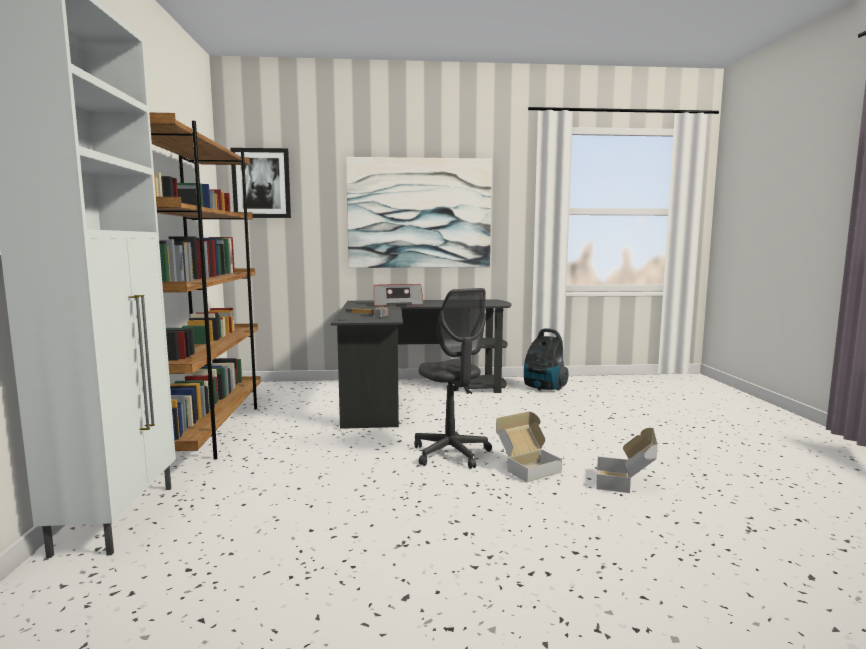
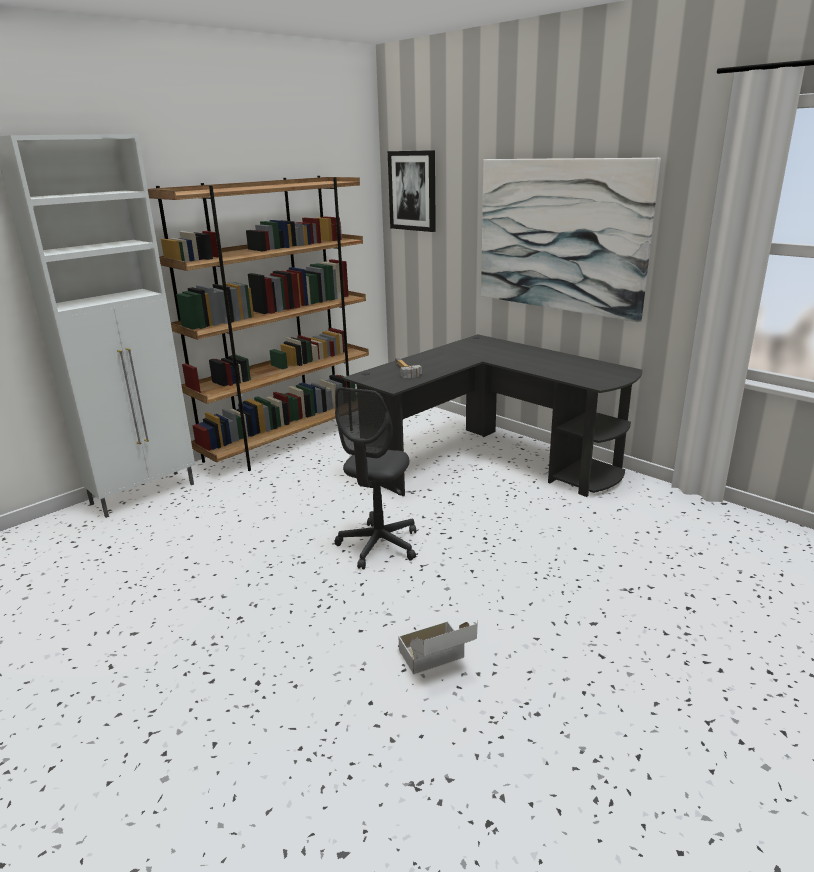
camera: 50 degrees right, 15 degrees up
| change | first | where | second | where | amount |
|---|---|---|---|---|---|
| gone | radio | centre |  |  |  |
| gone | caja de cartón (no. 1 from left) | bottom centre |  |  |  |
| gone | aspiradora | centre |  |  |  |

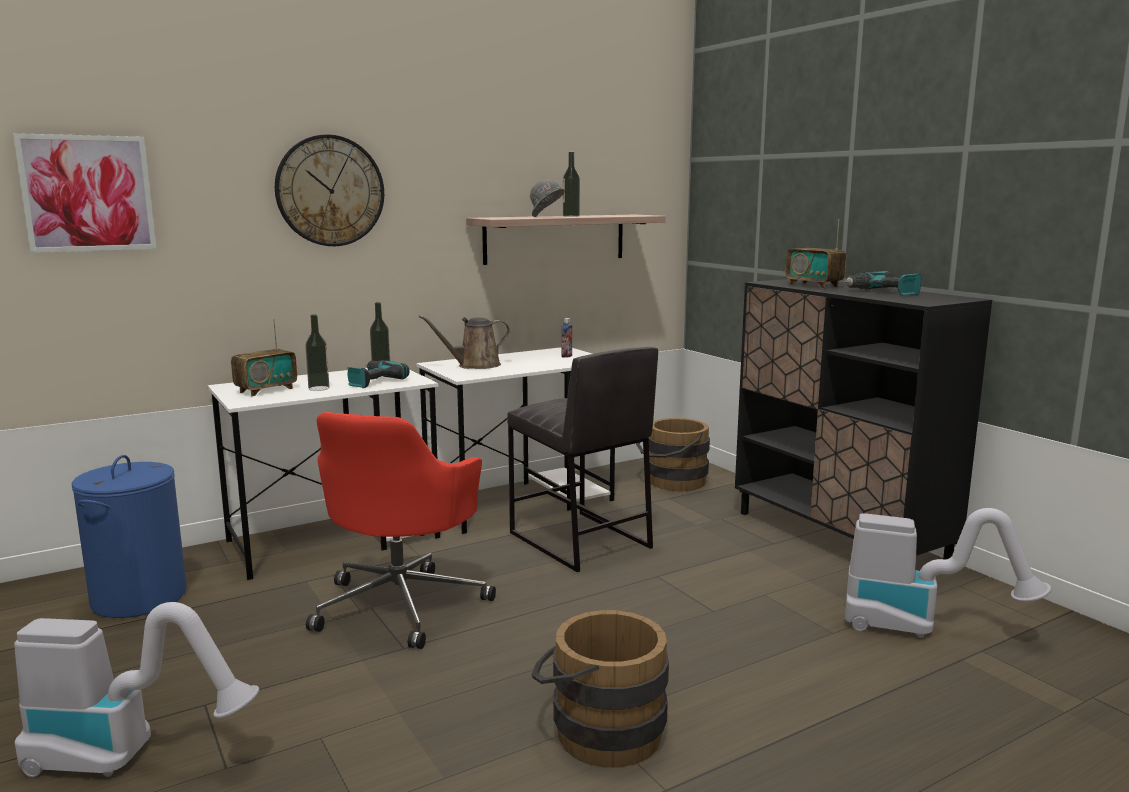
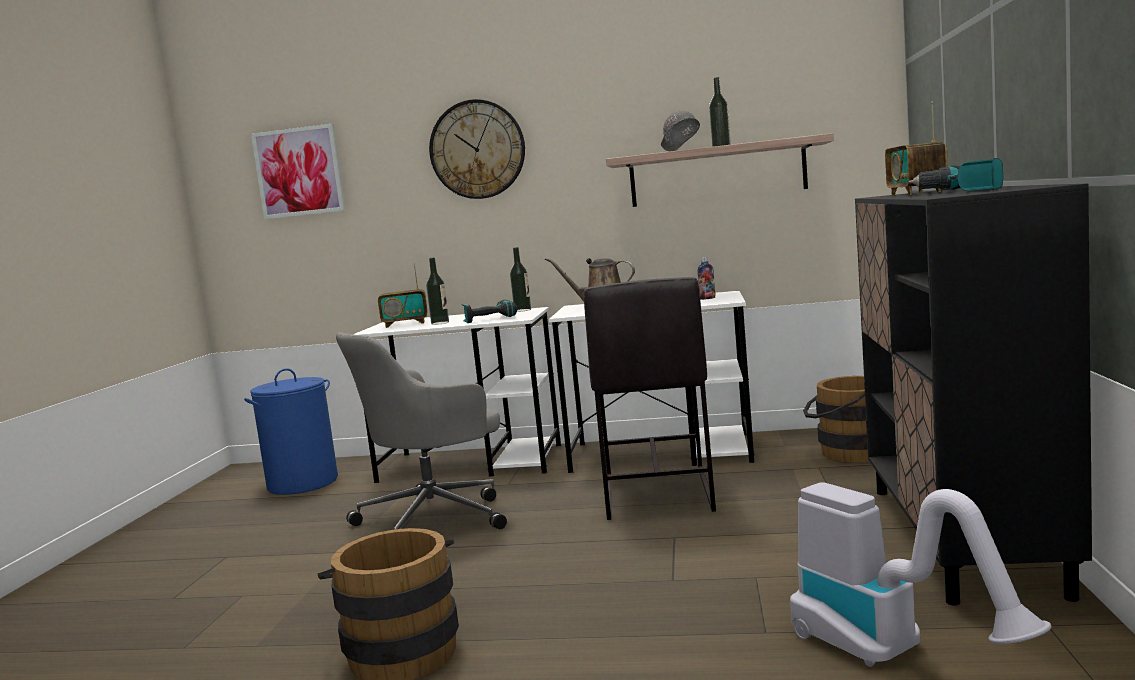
camera: 40 degrees right, 5 degrees down
| change | first | where | second | where | amount |
|---|---|---|---|---|---|
| gone | aspiradora (no. 1 from left) | bottom left |  |  |  |
| repainted | silla de oficina/rojo | bottom centre | silla de oficina/gris | centre |  |

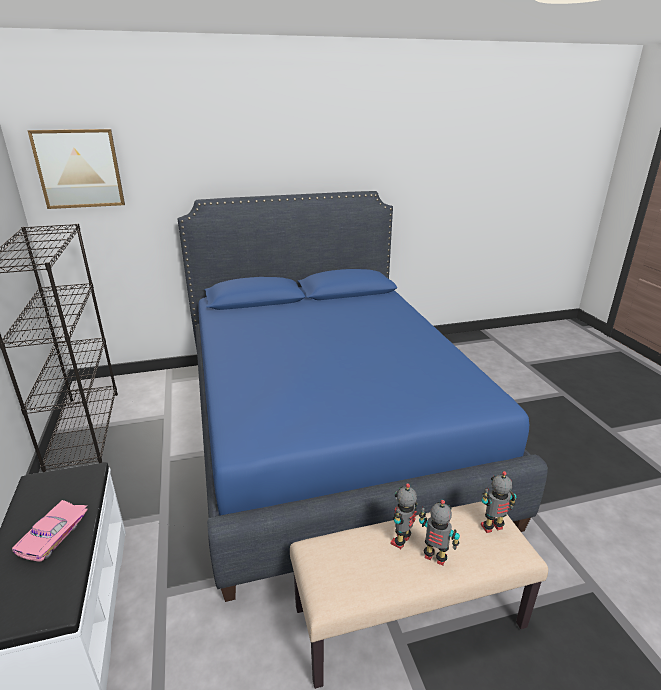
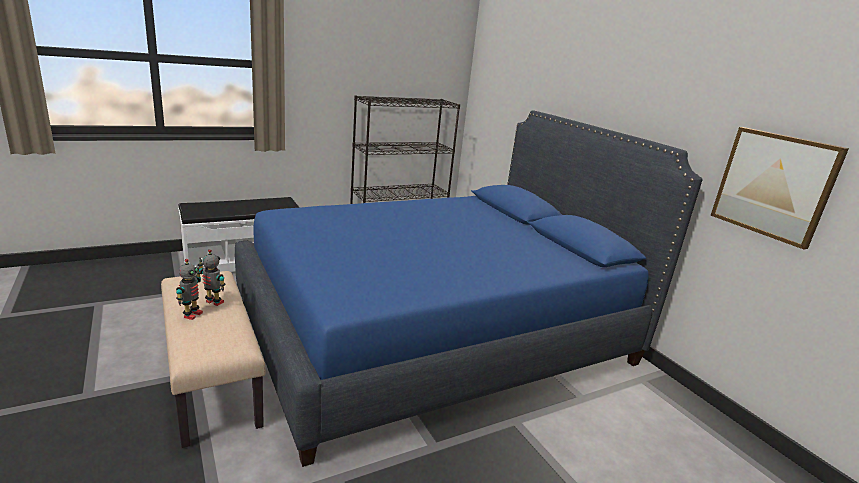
camera: 75 degrees right, 5 degrees down
| change | first | where | second | where | amount |
|---|---|---|---|---|---|
| gone | coche de juguete/rosa | bottom left |  |  |  |
| shifted | cuadro | top left |  | middle right |  |
| gone | robot de juguete (no. 3 from left) | bottom right |  |  |  |

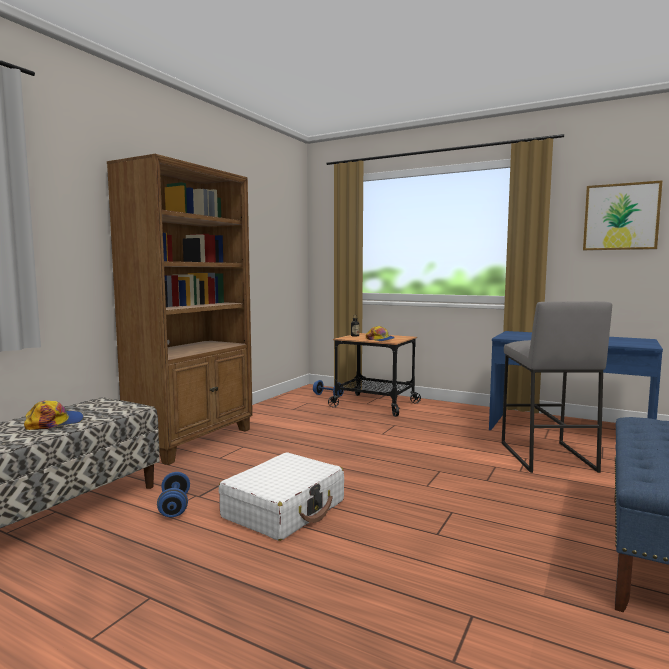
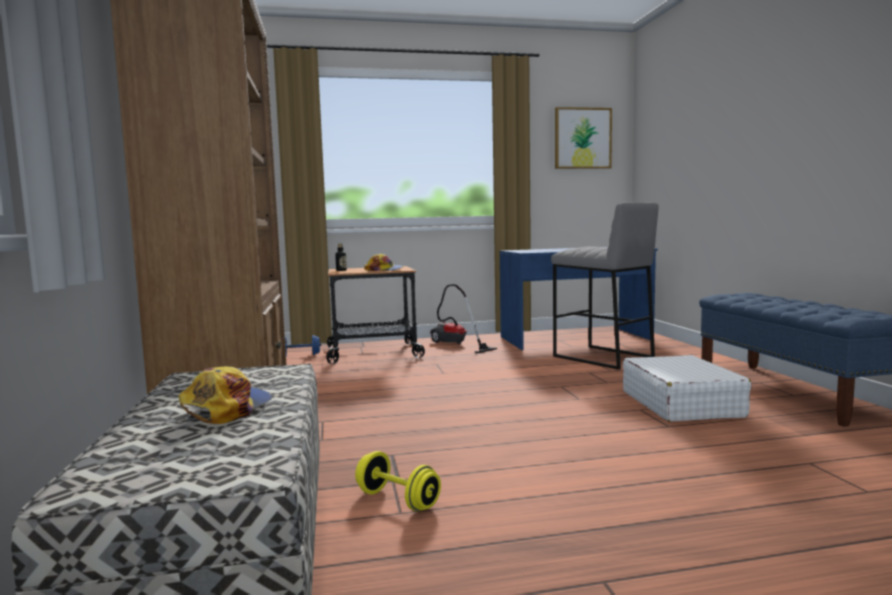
camera: 40 degrees left, 0 degrees up
| change | first | where | second | where | amount |
|---|---|---|---|---|---|
| repainted | mancuerna/azul (no. 1 from left) | bottom left | mancuerna/amarillo | bottom centre |  |
| shifted | maleta/blanco | bottom centre |  | middle right |  |
| new |  |  | aspiradora | centre |  |

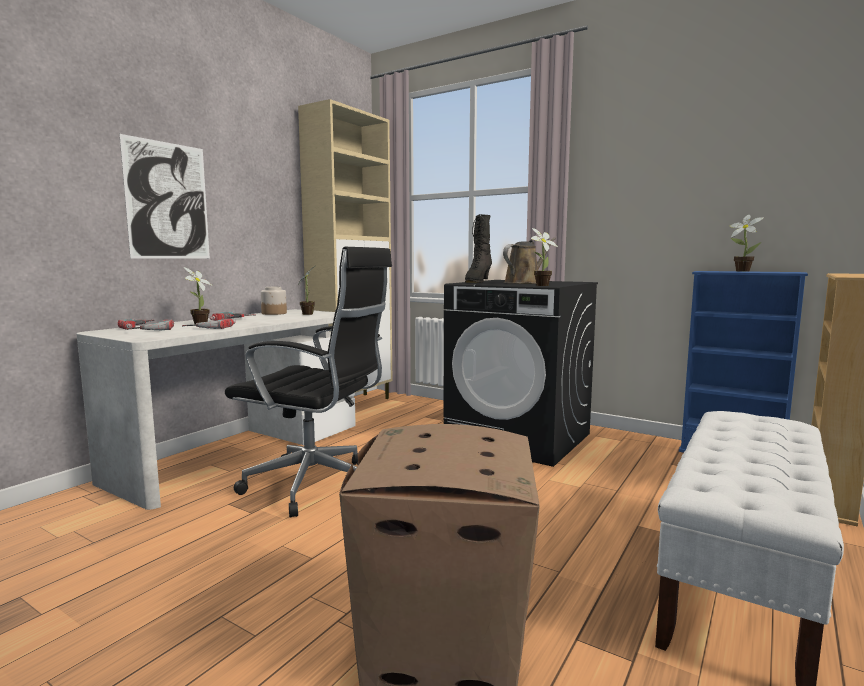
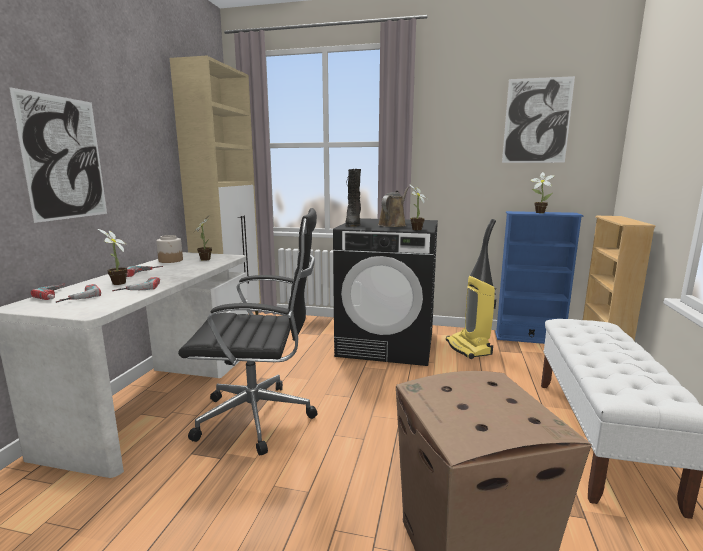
camera: 20 degrees left, 5 degrees up
| change | first | where | second | where | amount |
|---|---|---|---|---|---|
| new |  |  | aspiradora | middle right |  |
| new |  |  | cuadro (no. 2 from left) | top right |  |

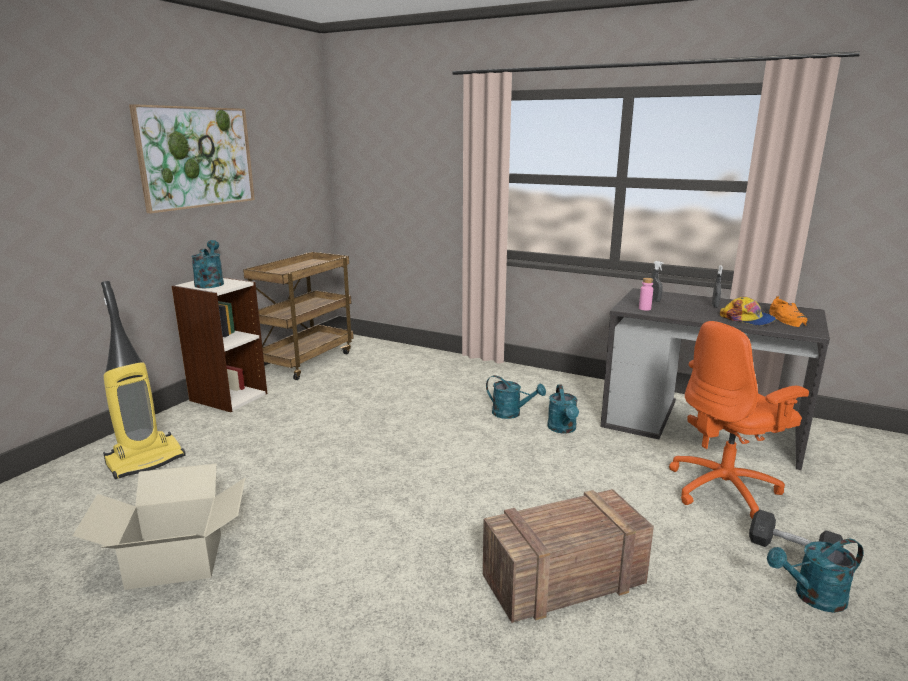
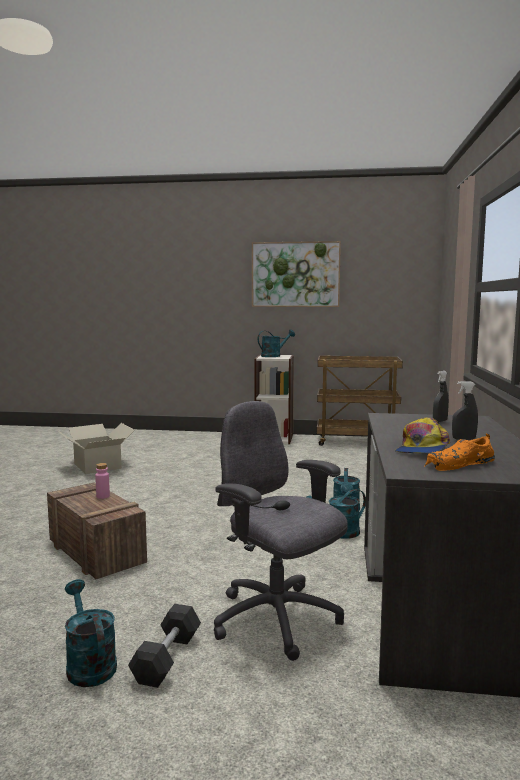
camera: 70 degrees right, 10 degrees down
| change | first | where | second | where | amount |
|---|---|---|---|---|---|
| gone | aspiradora | middle left |  |  |  |
| shifted | botella/rosa | middle right |  | middle left |  |
| repainted | silla de oficina/naranja | middle right | silla de oficina/gris | bottom centre |  |

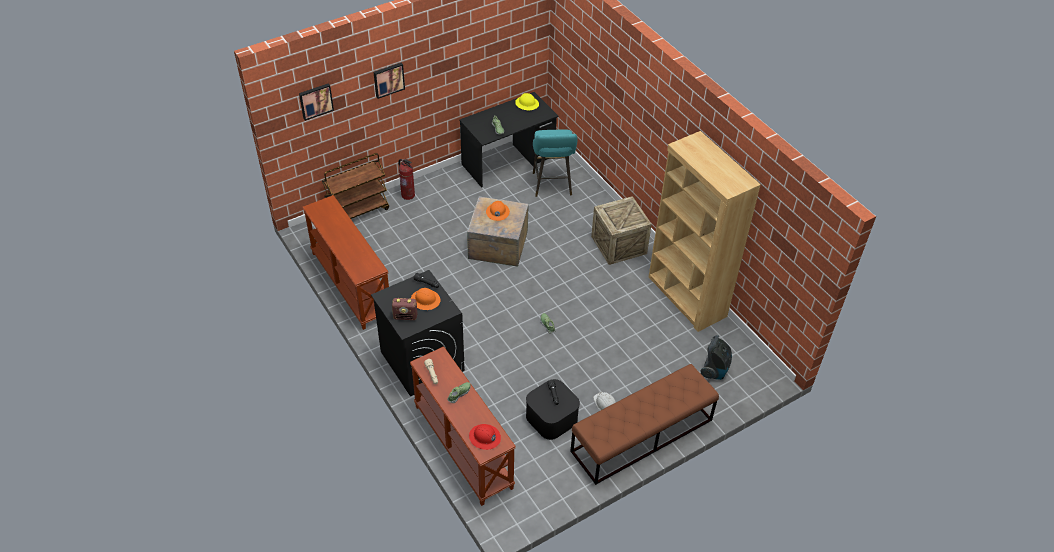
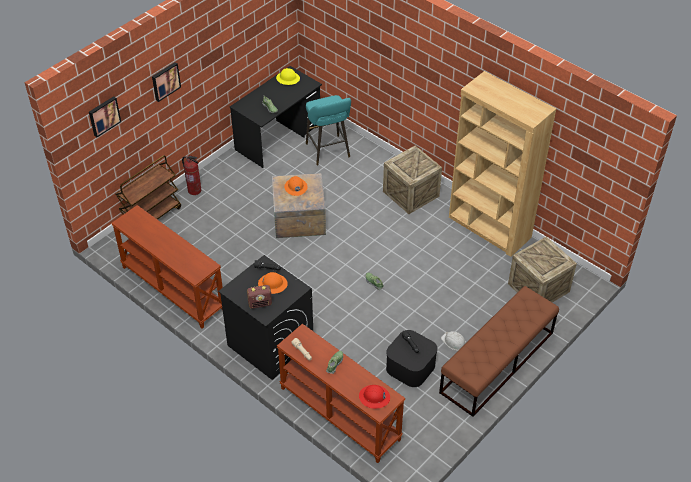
camera: 15 degrees left, 0 degrees up
| change | first | where | second | where | amount |
|---|---|---|---|---|---|
| swapped | aspiradora | middle right | caja de embalaje (no. 3 from left) | middle right |  |

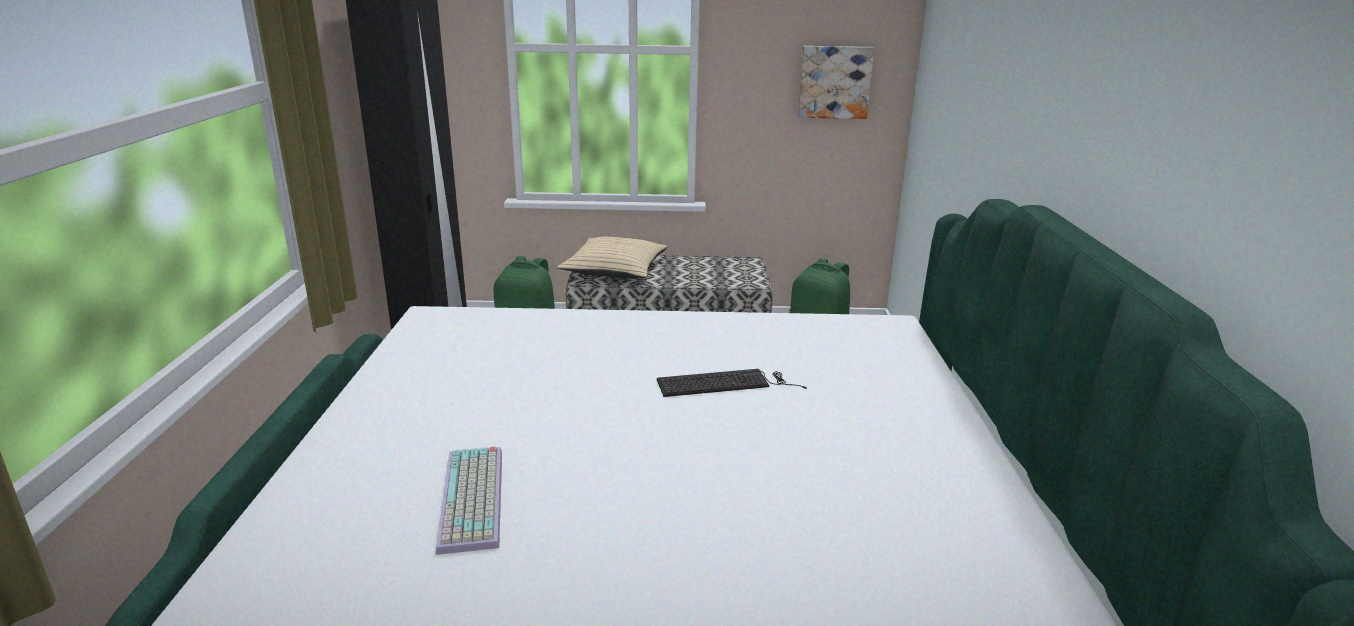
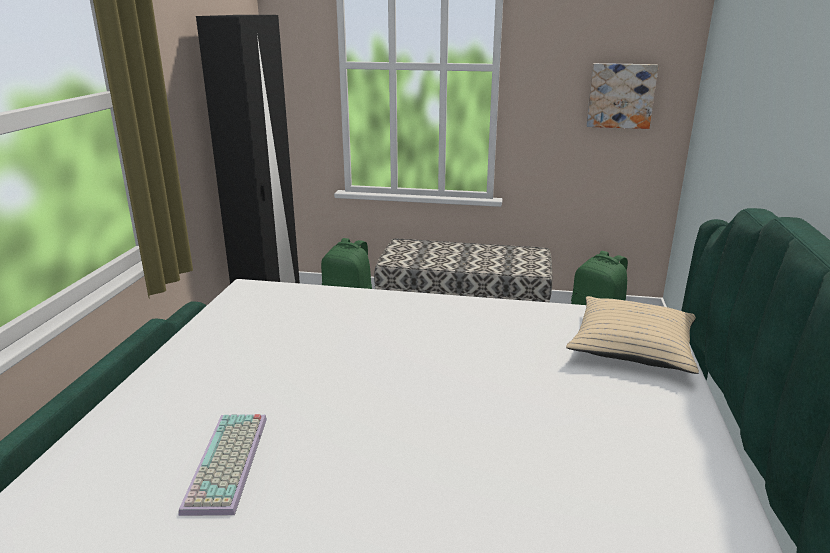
camera: 10 degrees right, 0 degrees up
| change | first | where | second | where | amount |
|---|---|---|---|---|---|
| shifted | cojín/beis | centre |  | middle right |  |
| gone | teclado (no. 2 from left) | centre |  |  |  |

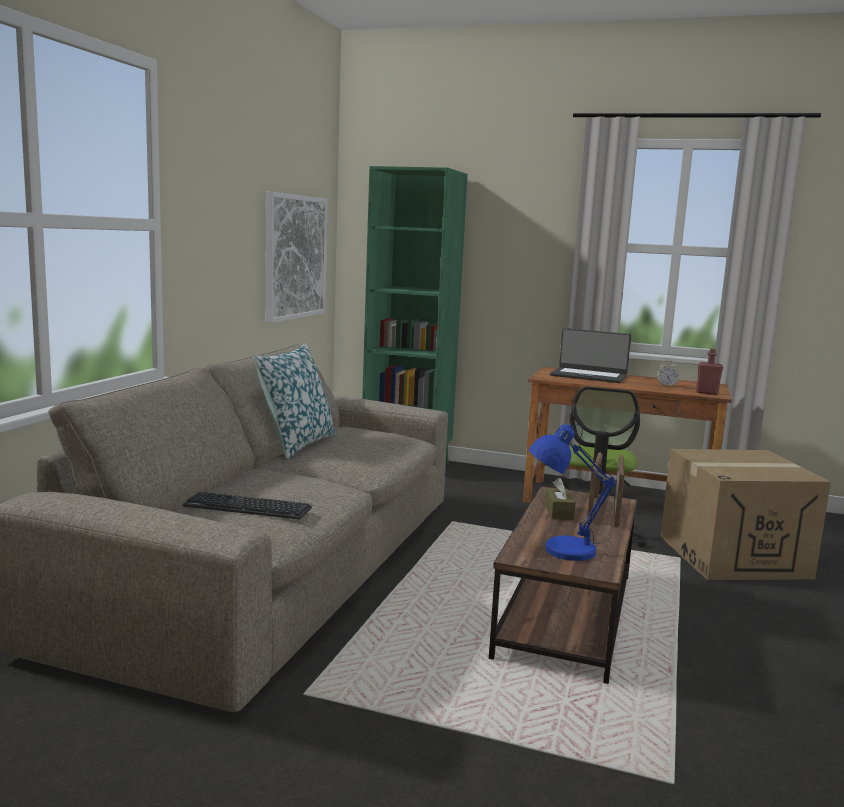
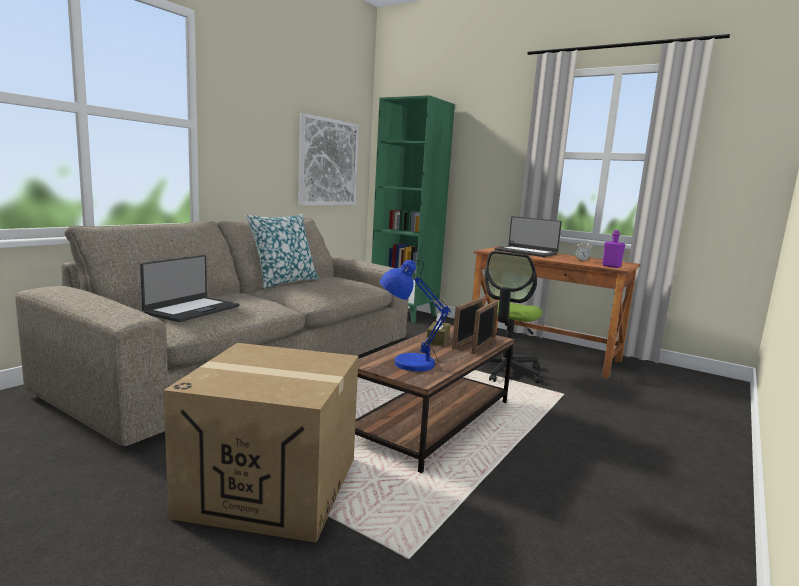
camera: 15 degrees right, 0 degrees up
| change | first | where | second | where | amount |
|---|---|---|---|---|---|
| swapped | teclado | middle left | portátil (no. 1 from left) | middle left |  |
| shifted | caja de cartón | middle right |  | bottom left |  |
| repainted | botella/rojo | middle right | botella/morado | middle right |  |

